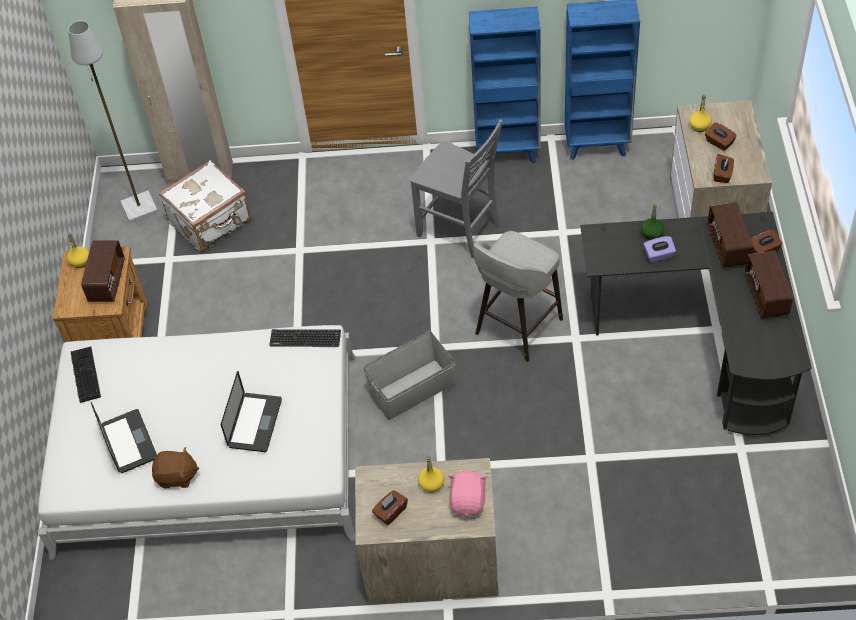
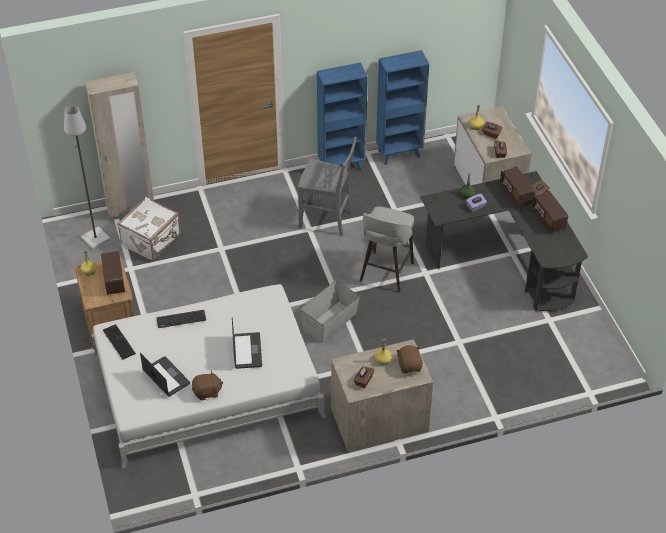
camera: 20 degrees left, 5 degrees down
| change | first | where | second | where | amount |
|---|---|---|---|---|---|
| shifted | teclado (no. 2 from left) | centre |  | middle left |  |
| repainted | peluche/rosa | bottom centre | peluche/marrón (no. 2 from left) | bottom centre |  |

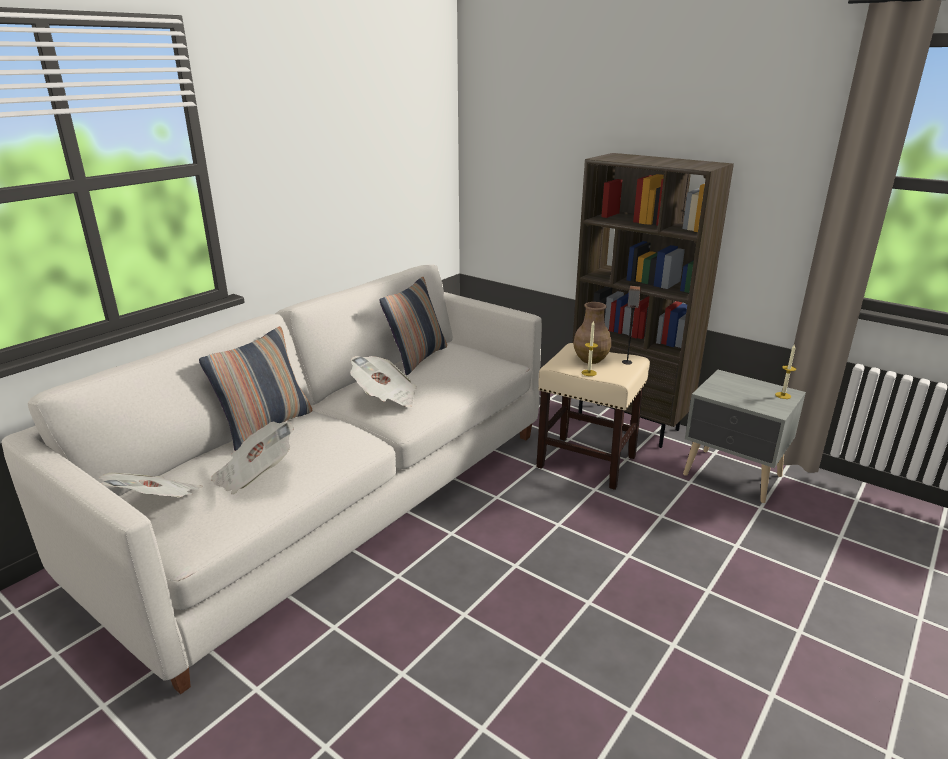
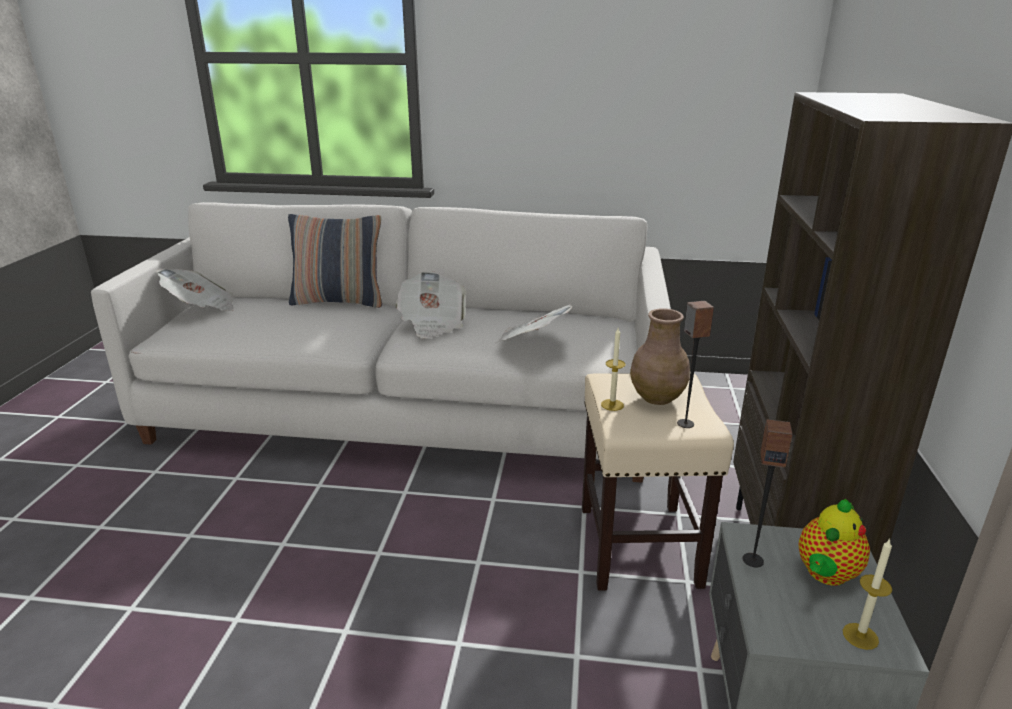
camera: 60 degrees right, 0 degrees up
| change | first | where | second | where | amount |
|---|---|---|---|---|---|
| shifted | periódico (no. 2 from left in the first image) | middle left | periódico (no. 3 from left) | centre |  |
| gone | cojín (no. 2 from left) | centre |  |  |  |
| new |  |  | altavoz (no. 2 from left) | bottom right |  |
| new |  |  | tetera | bottom right |  |

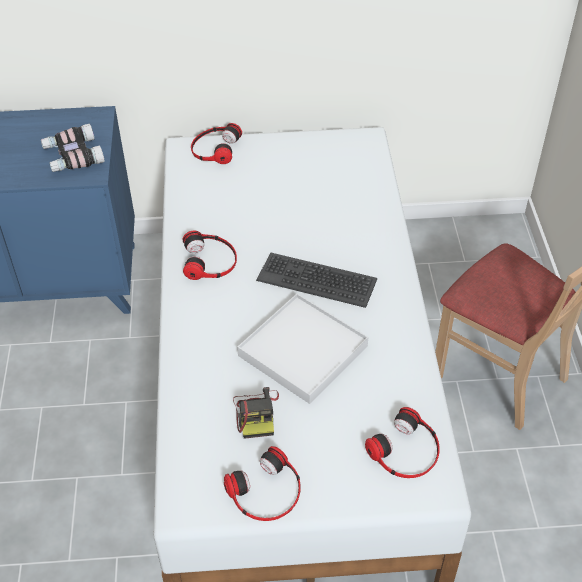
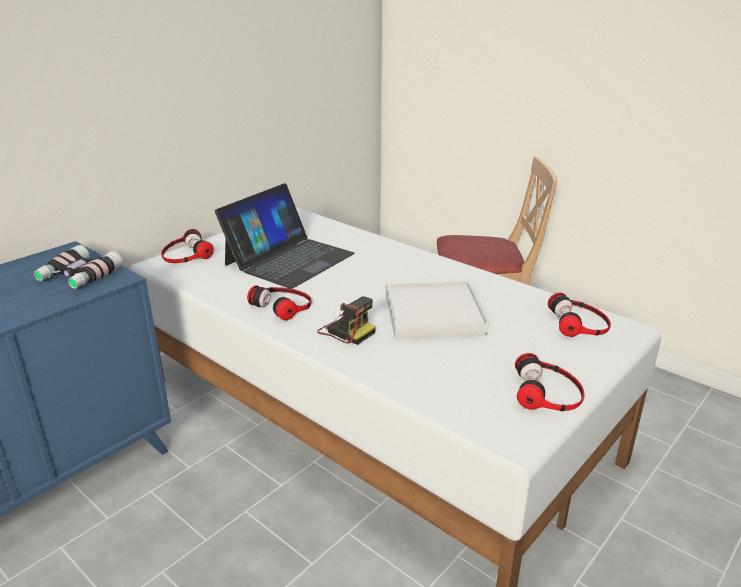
camera: 45 degrees left, 20 degrees down
| change | first | where | second | where | amount |
|---|---|---|---|---|---|
| shifted | cámara | bottom centre |  | centre |  |
| gone | teclado | centre |  |  |  |
| new |  |  | portátil | centre |  |

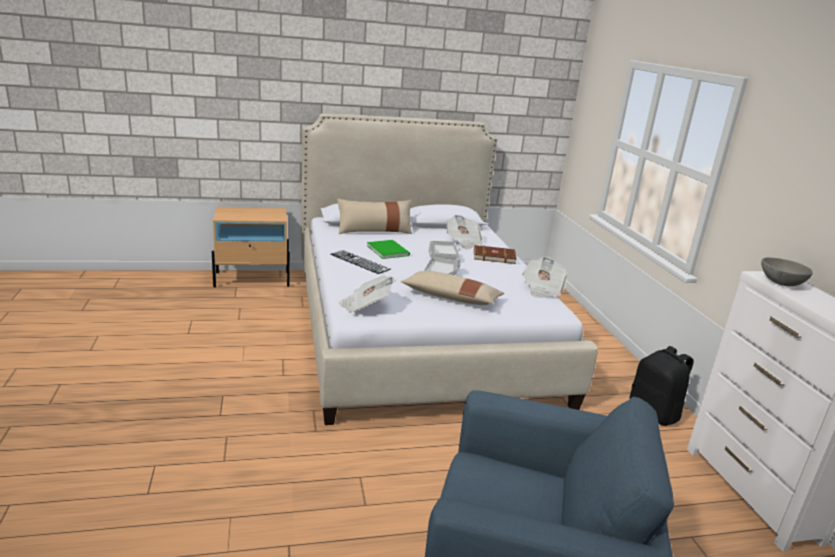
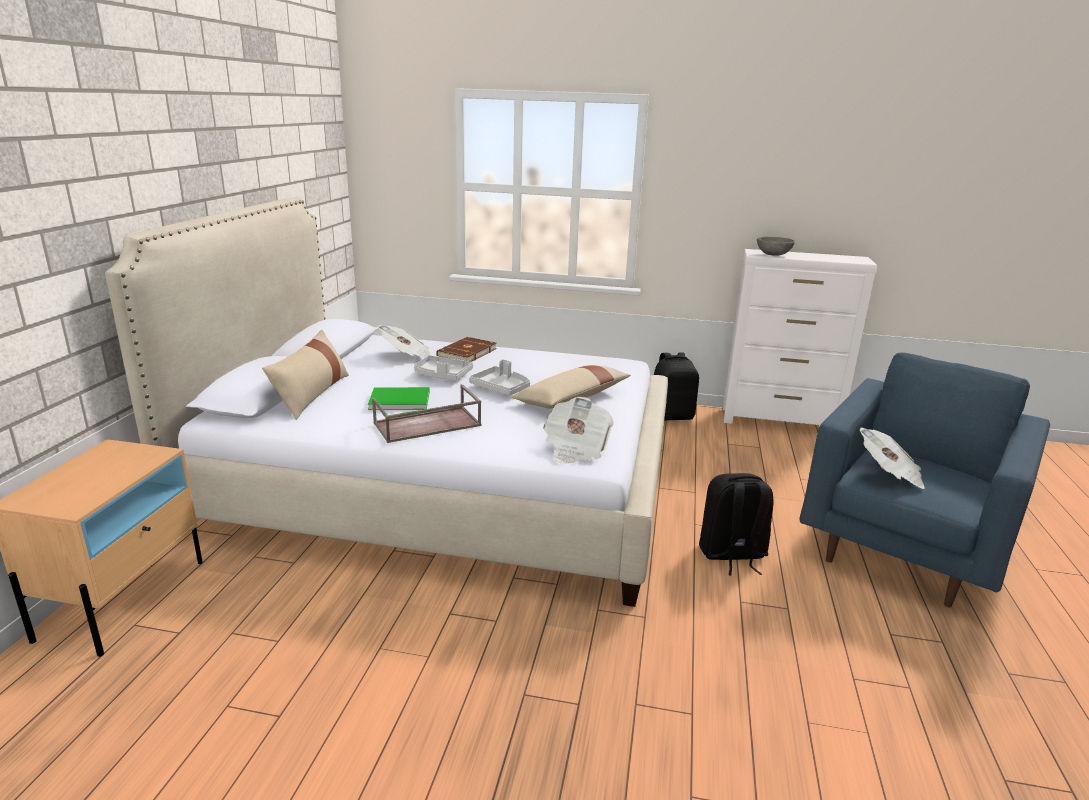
camera: 65 degrees left, 0 degrees up
| change | first | where | second | where | amount |
|---|---|---|---|---|---|
| swapped | teclado | centre | bandeja/marrón | centre |  |
| shifted | periódico (no. 3 from left) | centre |  | middle right |  |
| new |  |  | mochila/negro (no. 2 from left) | middle right |  |

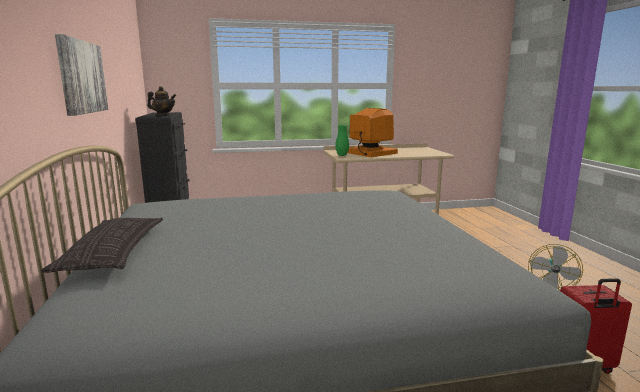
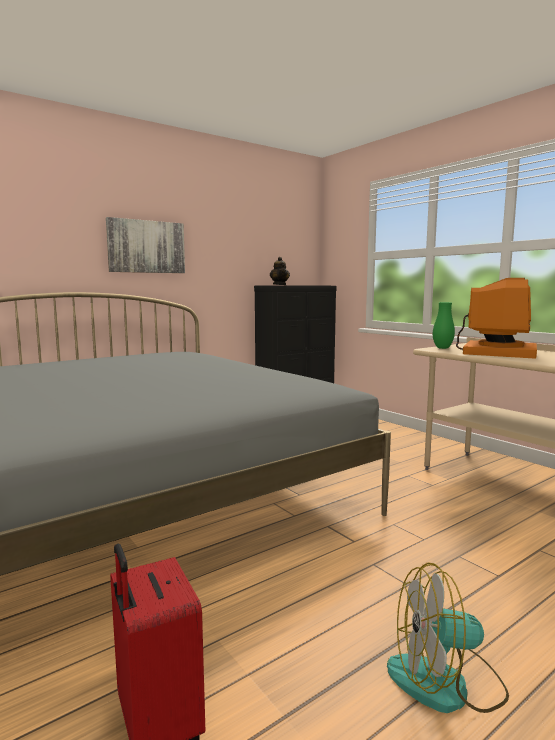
camera: 65 degrees right, 5 degrees down
| change | first | where | second | where | amount |
|---|---|---|---|---|---|
| gone | cojín | middle left |  |  |  |

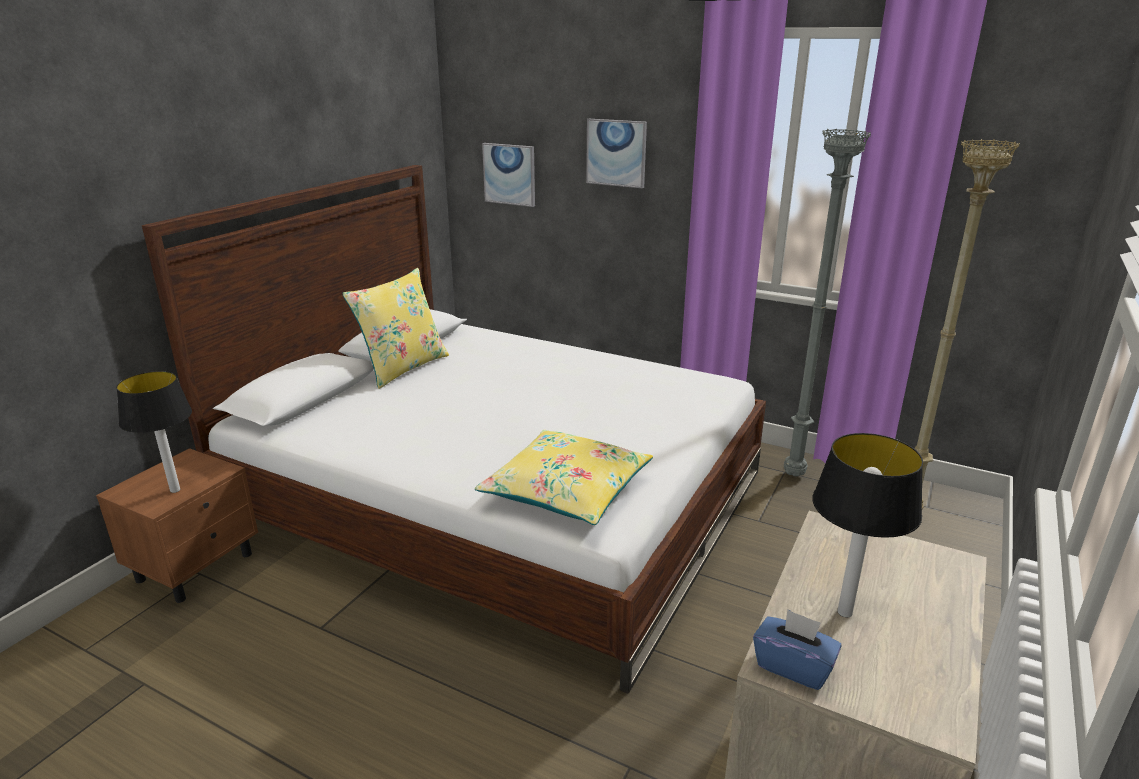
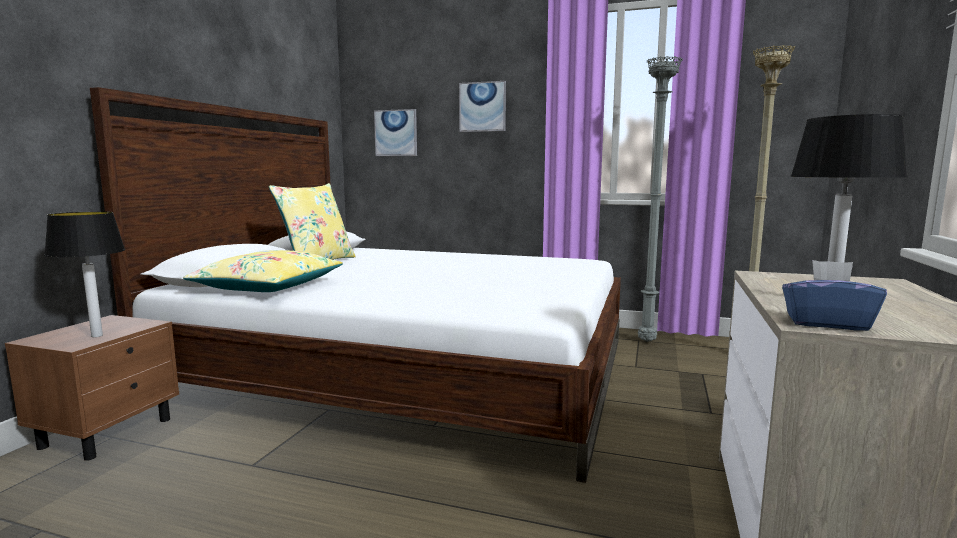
camera: 10 degrees left, 15 degrees down
| change | first | where | second | where | amount |
|---|---|---|---|---|---|
| shifted | cojín/amarillo (no. 2 from left in the first image) | centre | cojín/amarillo (no. 1 from left) | middle left |  |

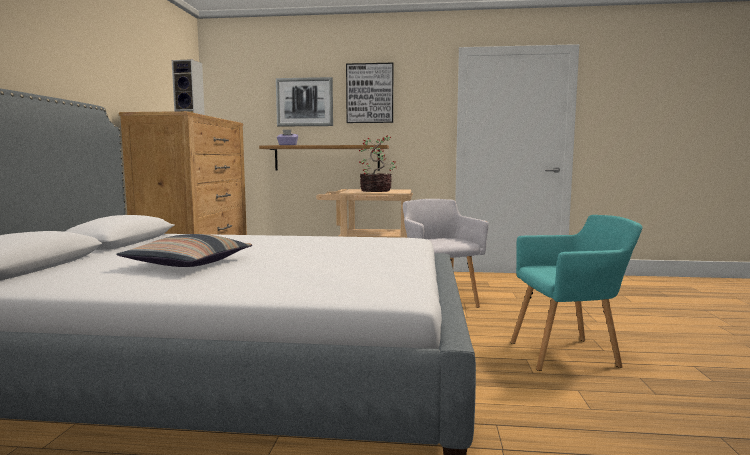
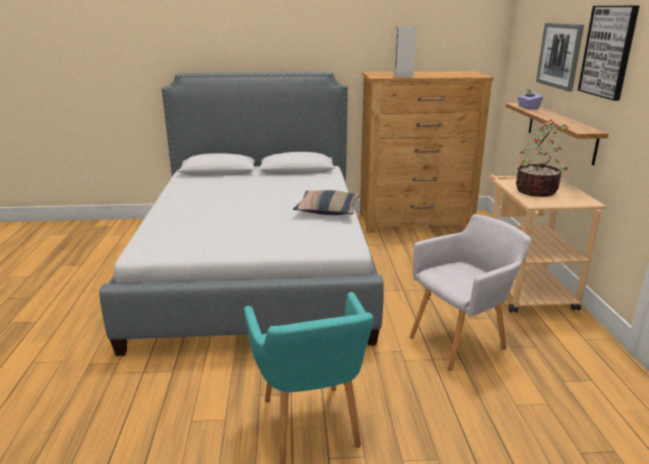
camera: 80 degrees right, 15 degrees up
| change | first | where | second | where | amount |
|---|---|---|---|---|---|
| shifted | cojín | middle left |  | centre |  |

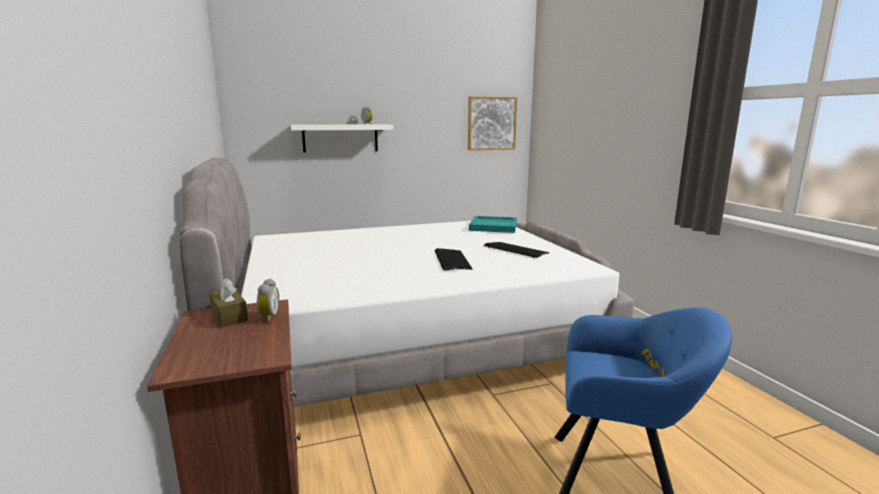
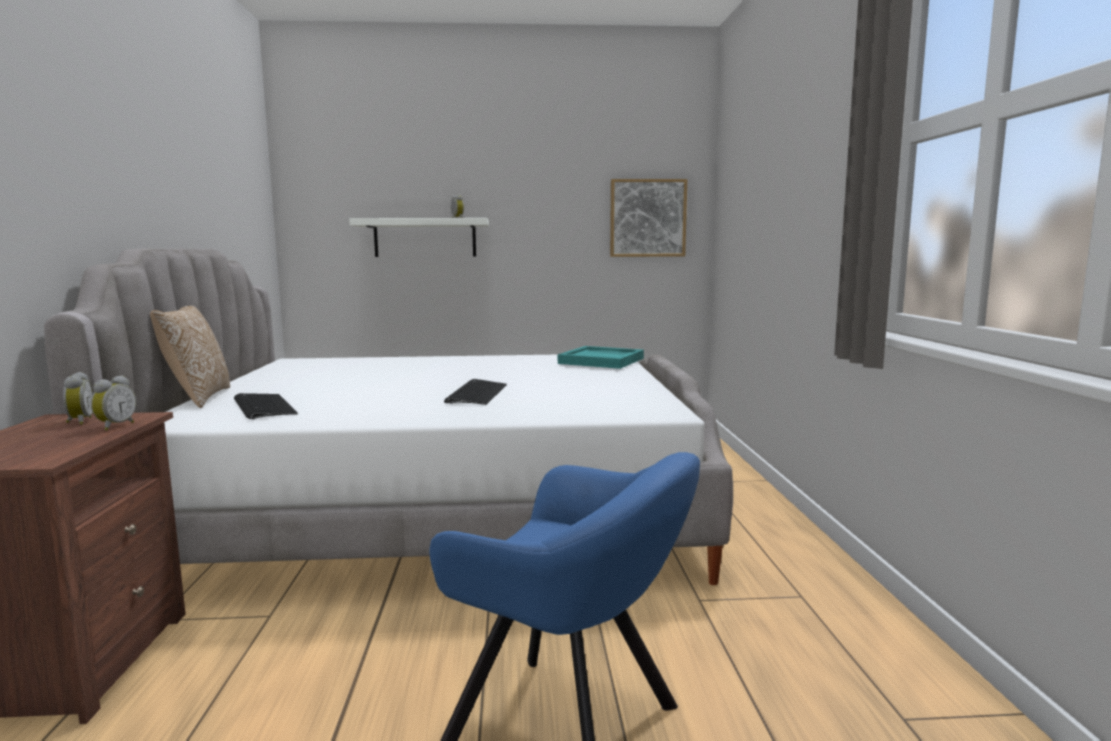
camera: 15 degrees right, 5 degrees down
| change | first | where | second | where | amount |
|---|---|---|---|---|---|
| swapped | caja de pañuelos/marrón | middle left | despertador (no. 1 from left) | middle left |  |
| shifted | teclado (no. 2 from left in the first image) | centre | teclado (no. 1 from left) | middle left |  |
| new |  |  | cojín | middle left |  |

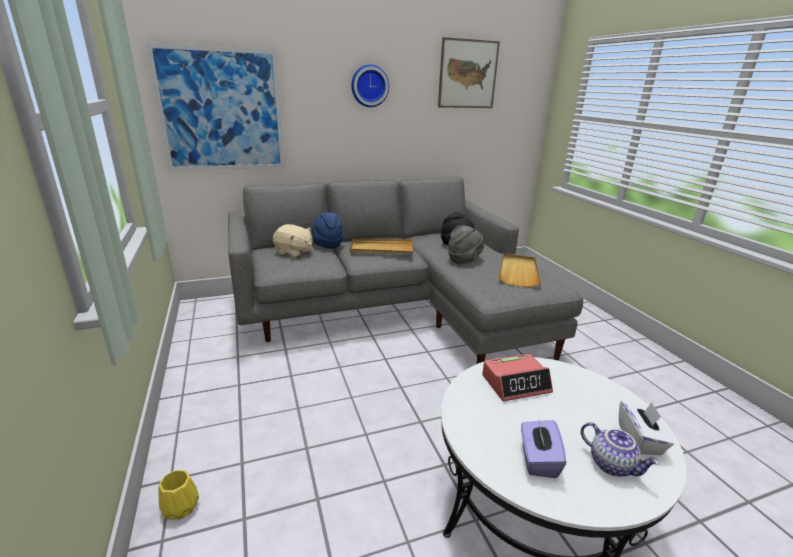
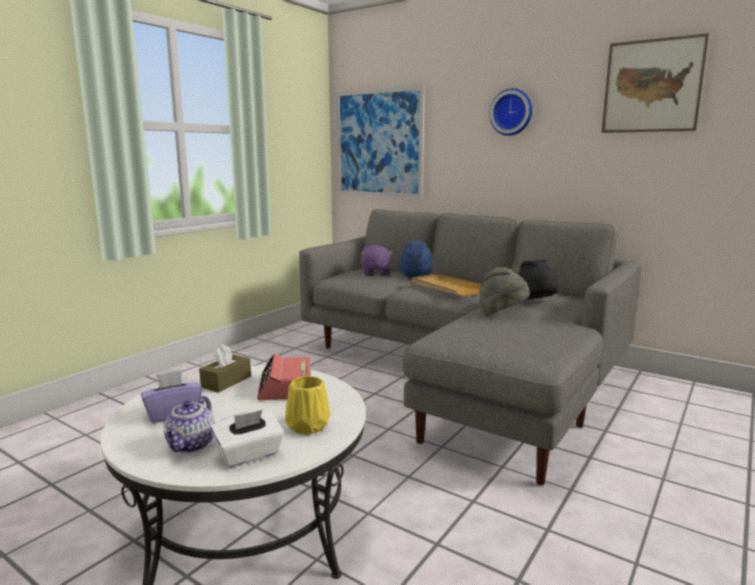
camera: 55 degrees right, 10 degrees down
| change | first | where | second | where | amount |
|---|---|---|---|---|---|
| shifted | florero/amarillo | bottom left |  | bottom centre |  |
| repainted | peluche/beis | centre | peluche/morado | centre |  |
| rotated | despertador | bottom centre |  | centre | 45 degrees clockwise |
| gone | bandeja/beis (no. 2 from left) | centre |  |  |  |
| new |  |  | caja de pañuelos/marrón | middle left |  |

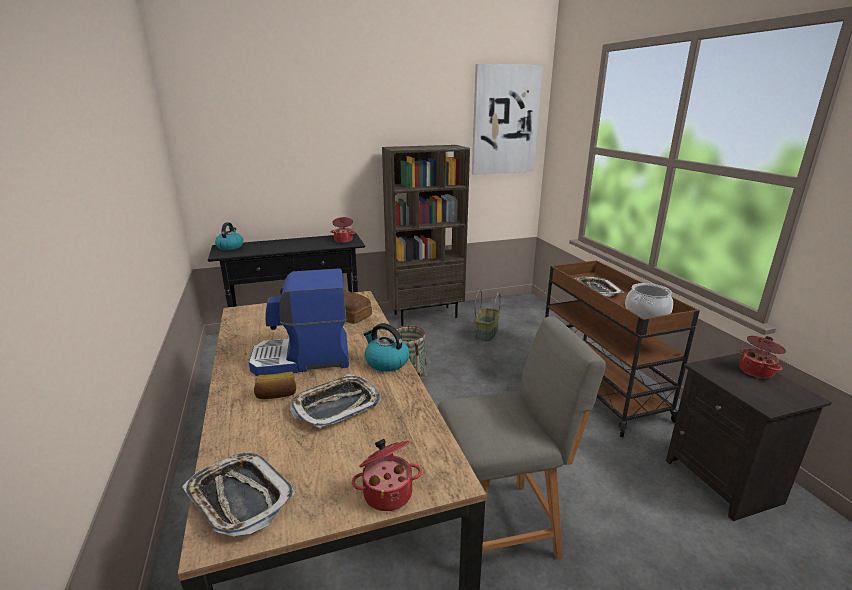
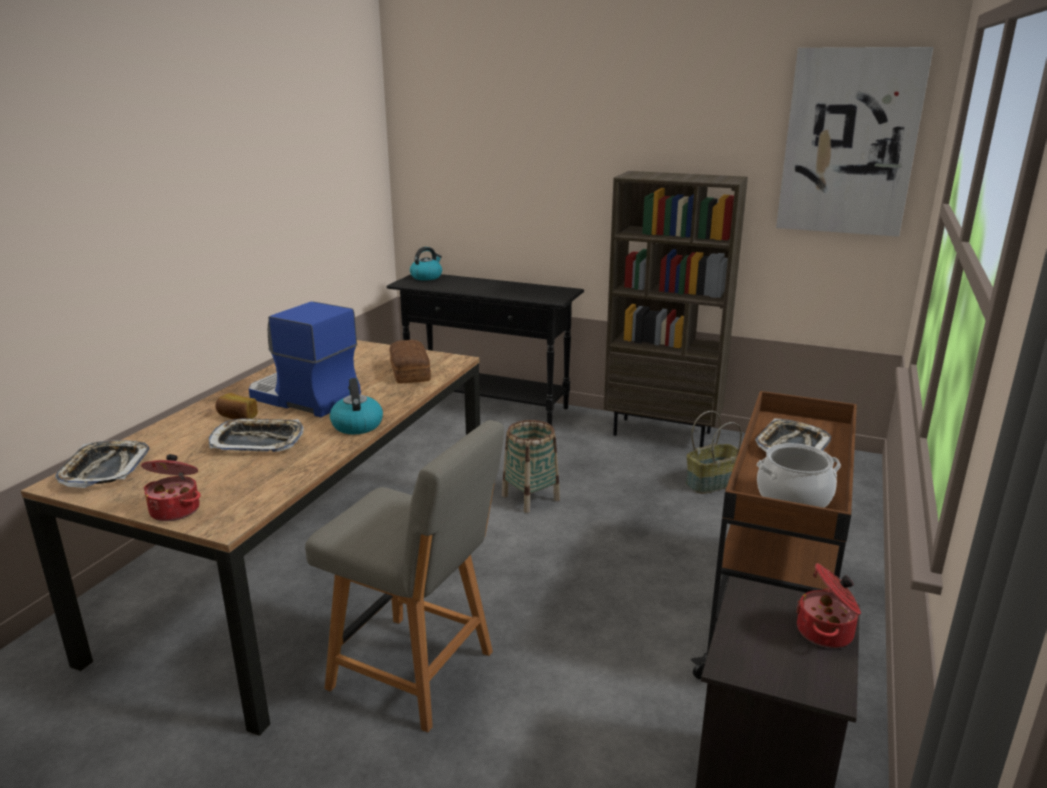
camera: 40 degrees right, 0 degrees up
| change | first | where | second | where | amount |
|---|---|---|---|---|---|
| gone | olla (no. 1 from left) | centre |  |  |  |

